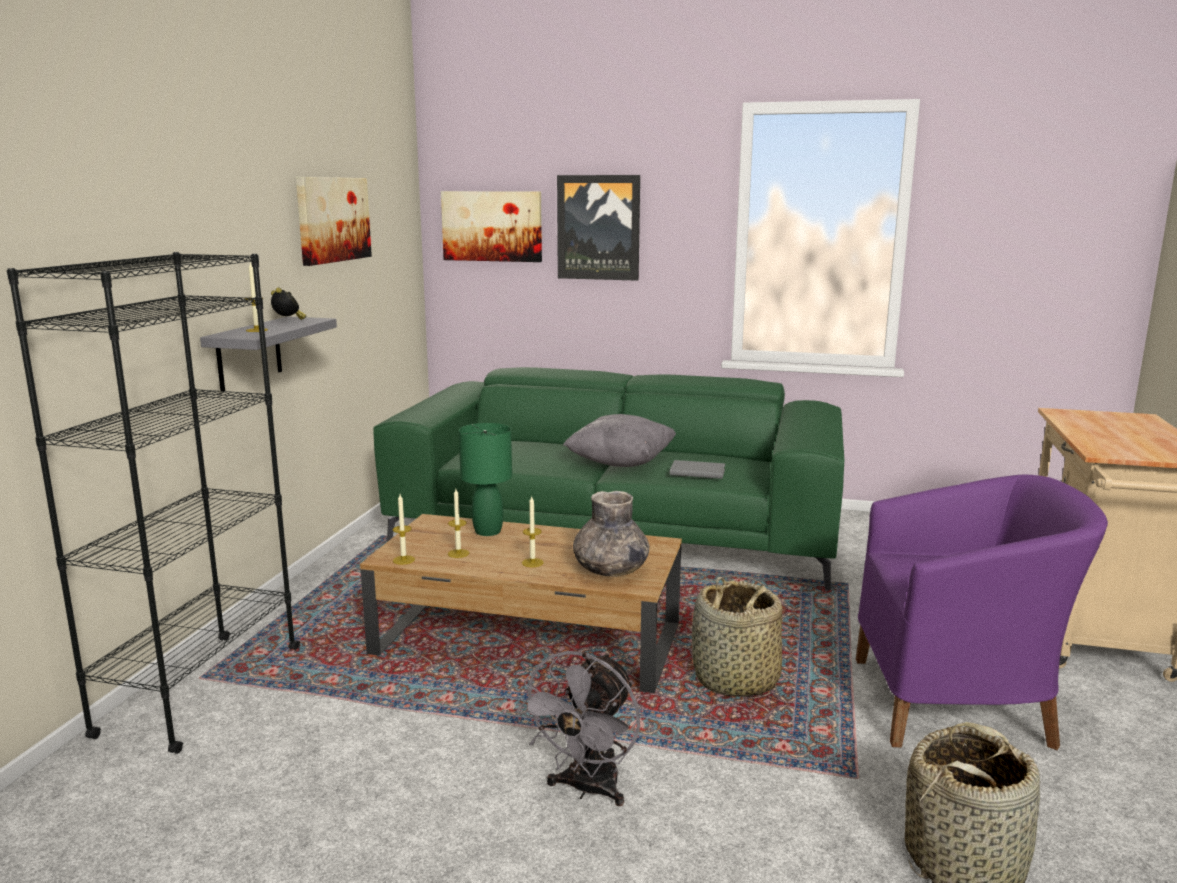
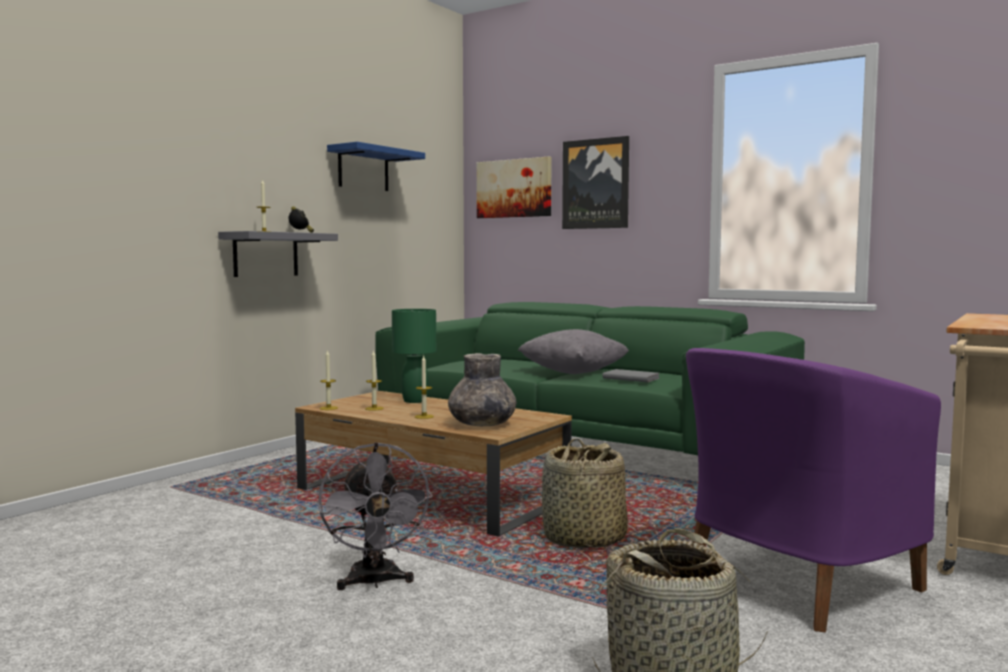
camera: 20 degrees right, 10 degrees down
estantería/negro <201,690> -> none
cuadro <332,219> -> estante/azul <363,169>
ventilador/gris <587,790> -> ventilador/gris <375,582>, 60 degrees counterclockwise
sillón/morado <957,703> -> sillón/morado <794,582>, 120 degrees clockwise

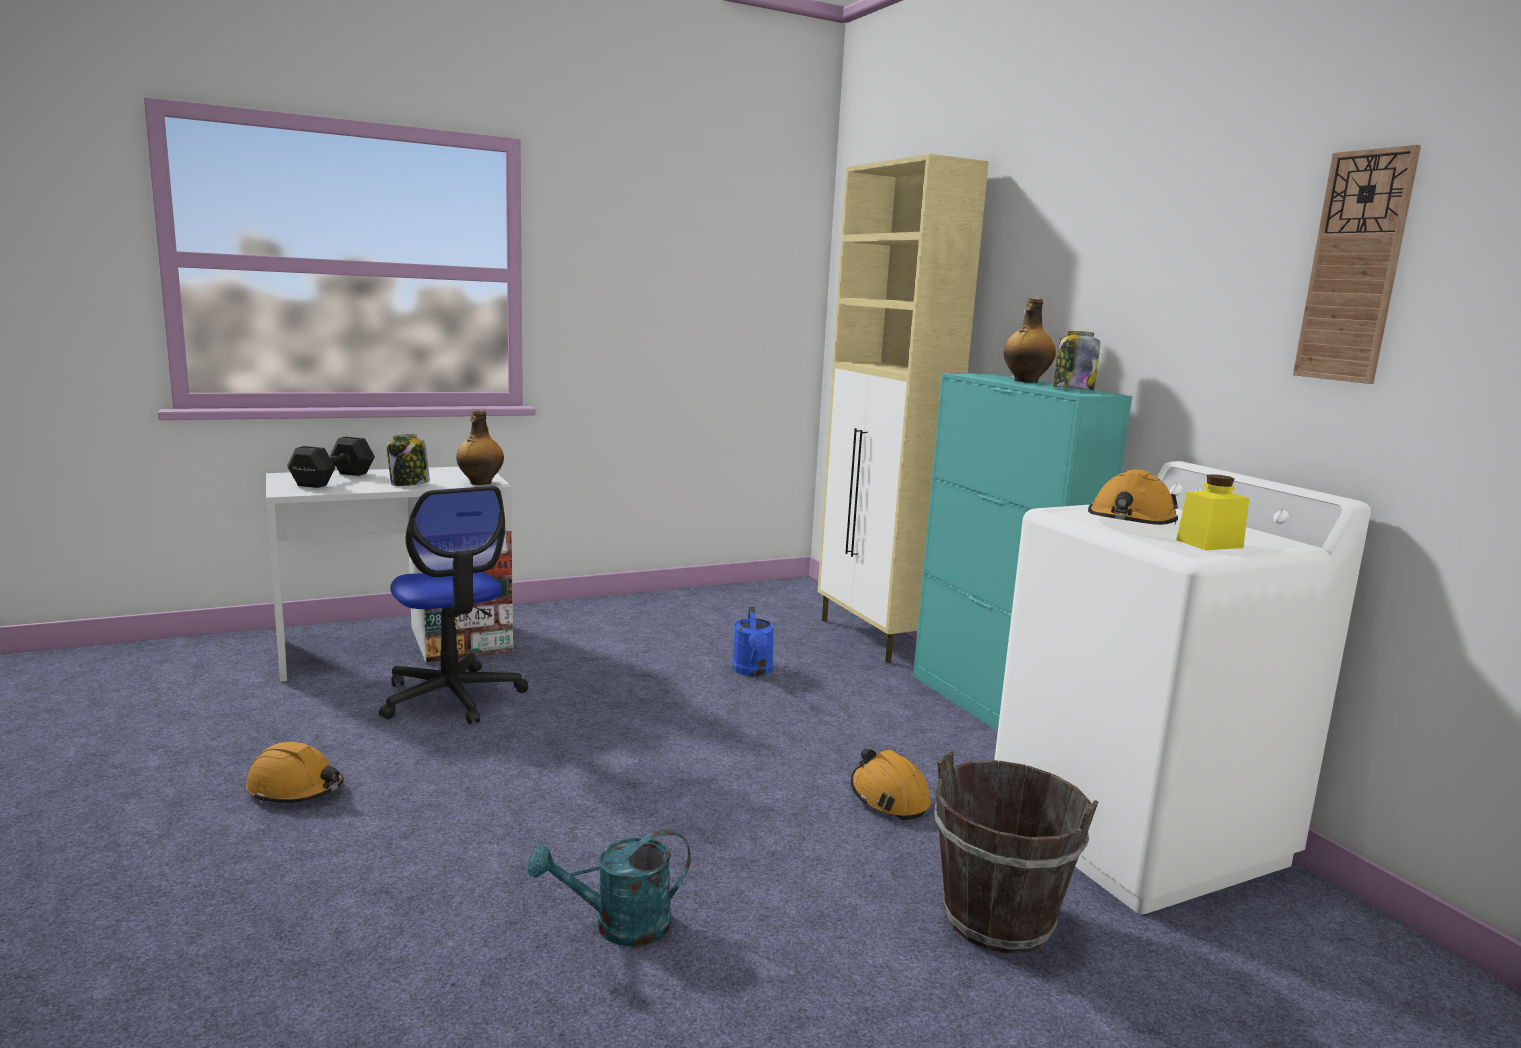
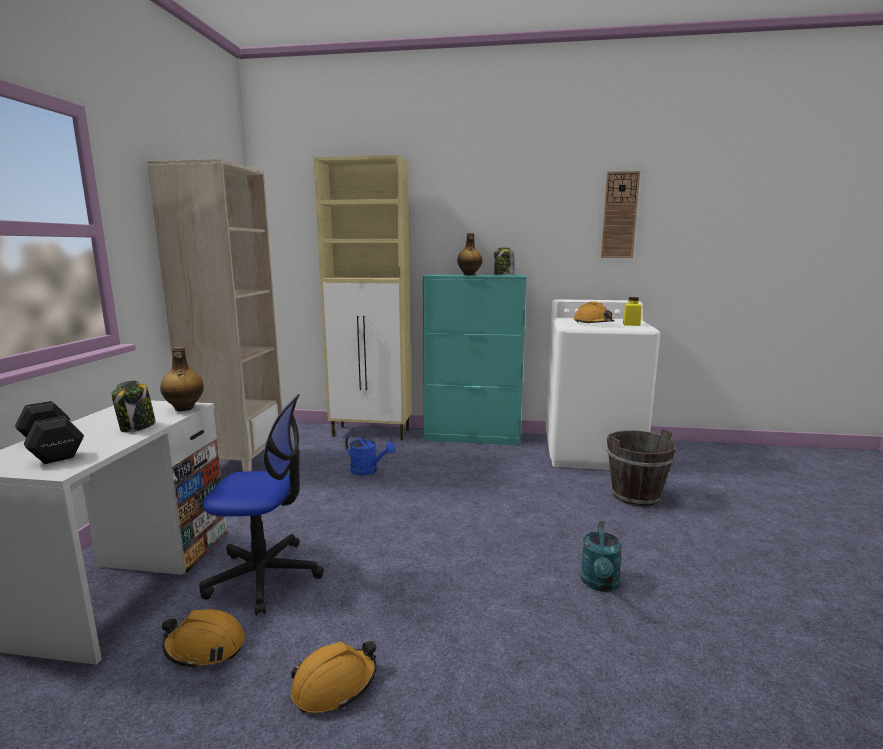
camera: 55 degrees left, 0 degrees up
casco/naranja <889,797> -> casco/naranja <205,647>, move
none -> estantería/beis <239,465>

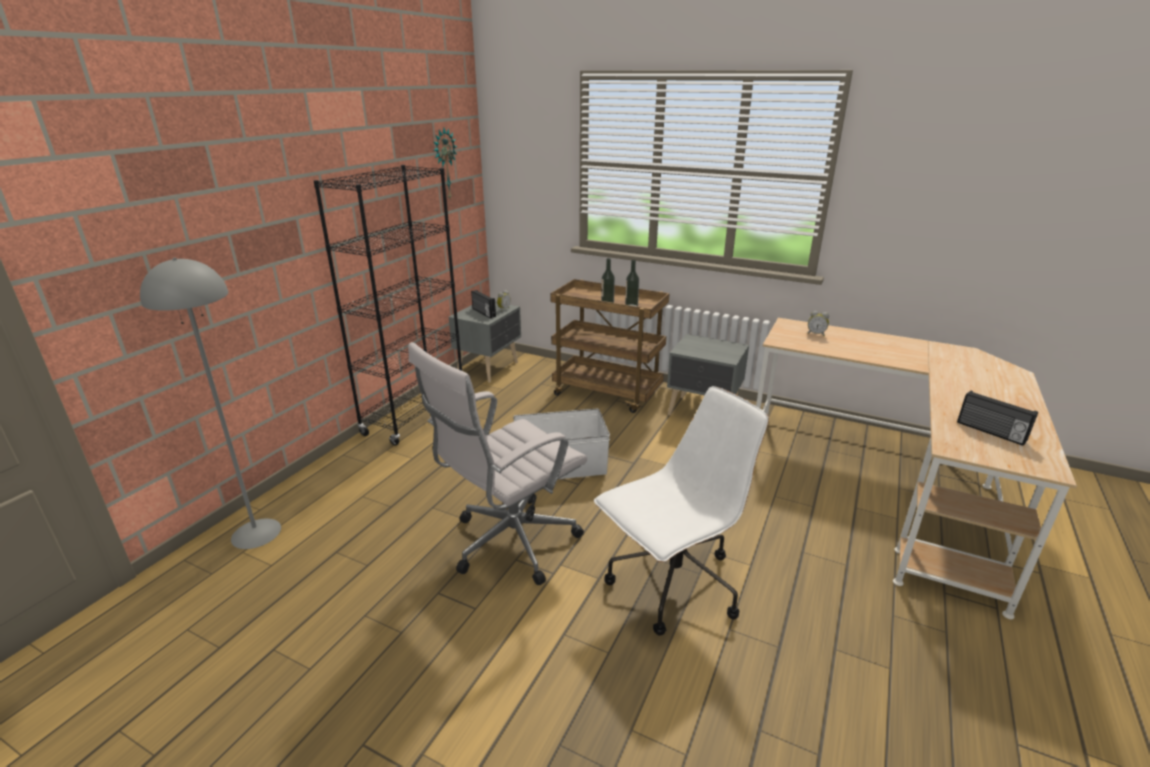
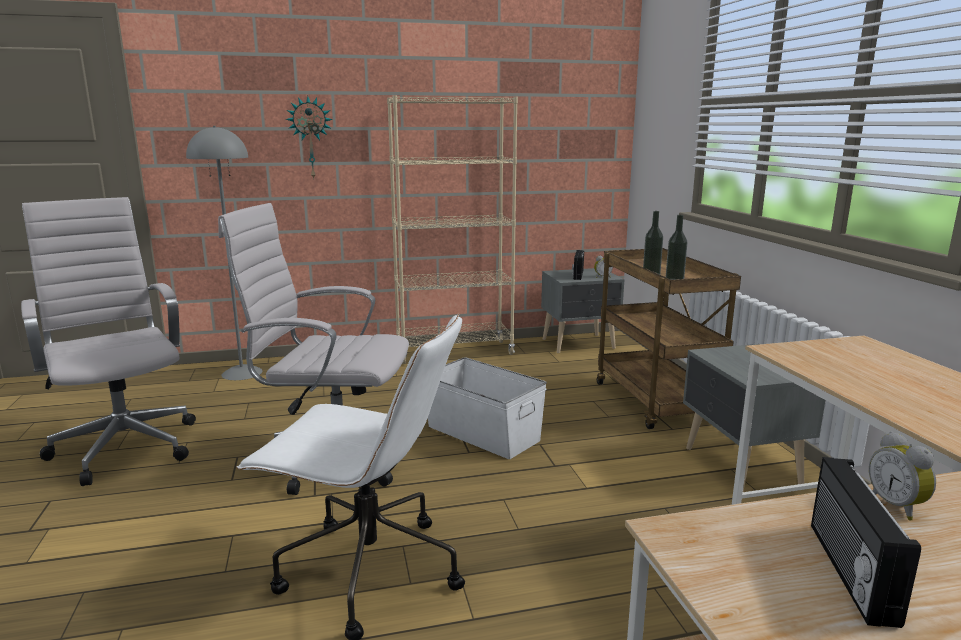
camera: 50 degrees right, 10 degrees down
estantería/negro <415,415> -> estantería/beis <454,352>
reloj de pared <444,164> -> reloj de pared <310,138>, move
despertador <816,334> -> despertador <897,506>, move
none -> silla de oficina/blanco <125,445>

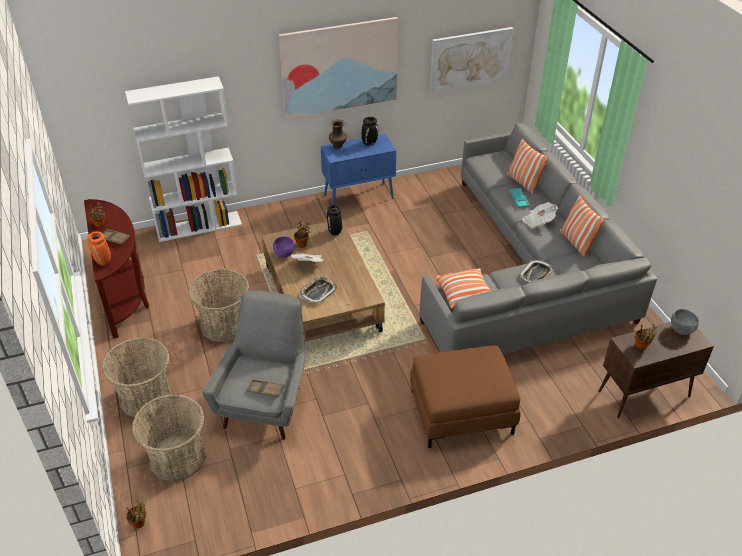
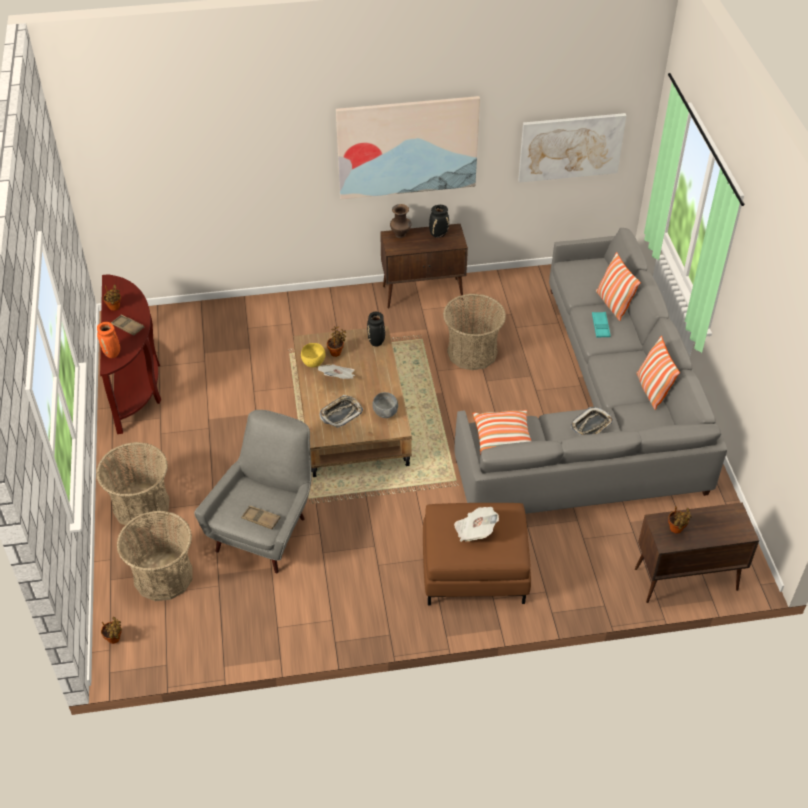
camera: 10 degrees right, 5 degrees up
estantería/blanco <199,226> -> none
cesta <224,324> -> cesta <472,352>, move
cuenco/morado <284,254> -> cuenco/amarillo <313,363>
armario/azul <359,197> -> armario/marrón <423,293>
periódico <538,222> -> periódico <475,531>, move
cuenco/gris <681,330> -> cuenco/gris <385,413>, move

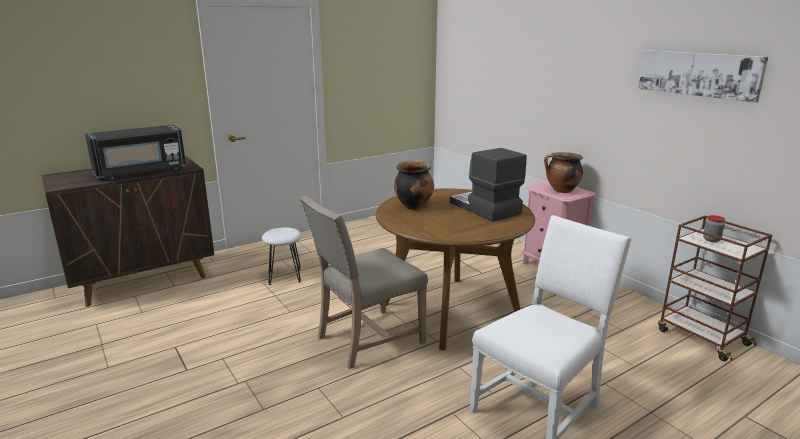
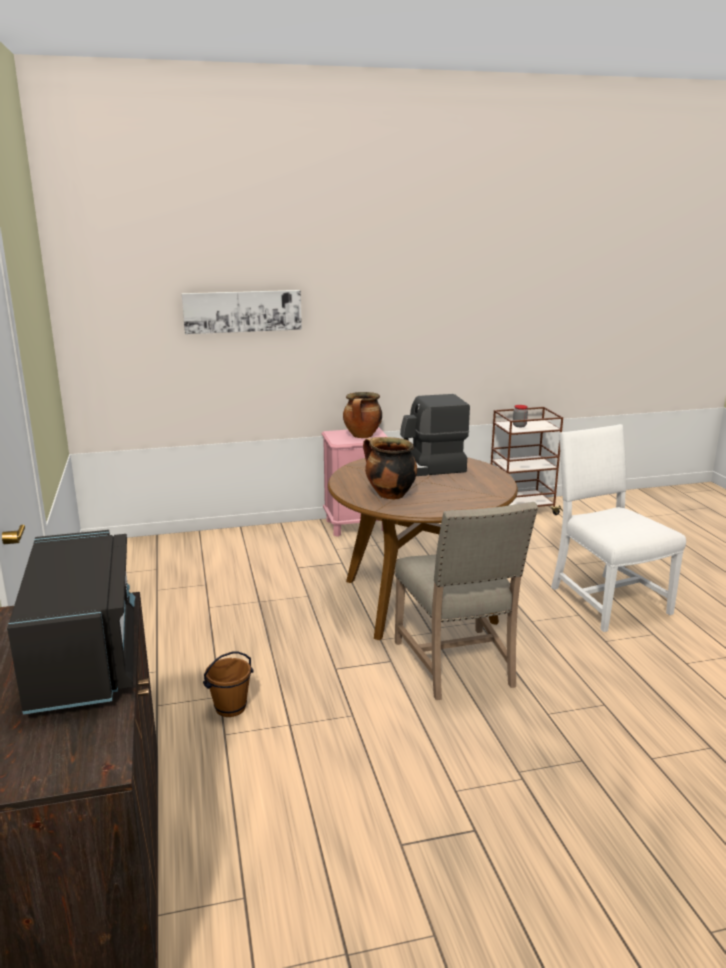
camera: 70 degrees left, 0 degrees up
taburete/blanco <285,276> -> cubo/marrón <230,707>
cuadro <698,74> -> cuadro <242,311>, move

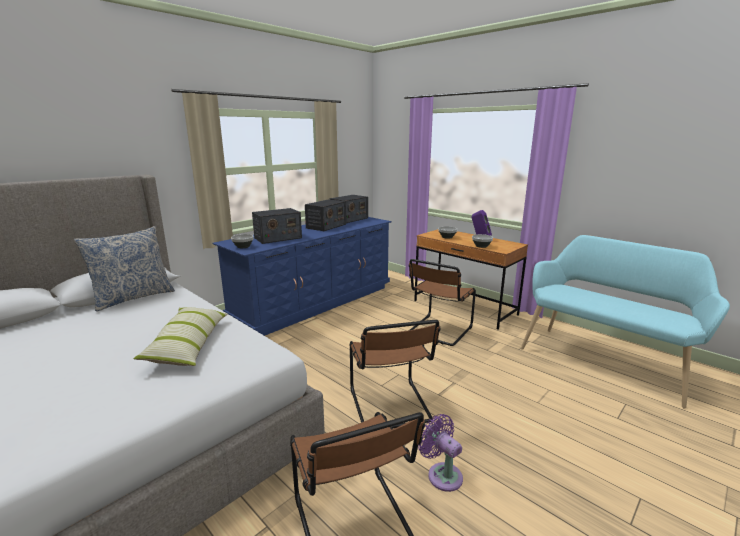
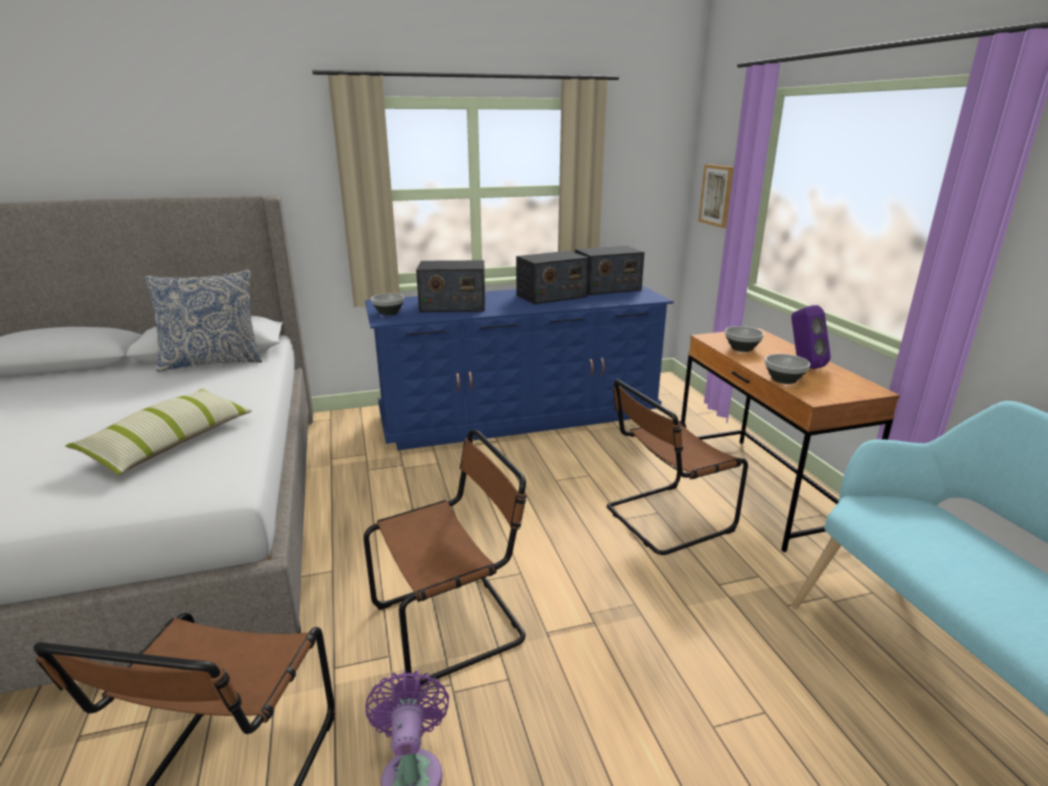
camera: 30 degrees right, 5 degrees up
silla/marrón <390,407> -> silla/marrón <454,623>, 135 degrees counterclockwise
none -> cuadro <717,195>

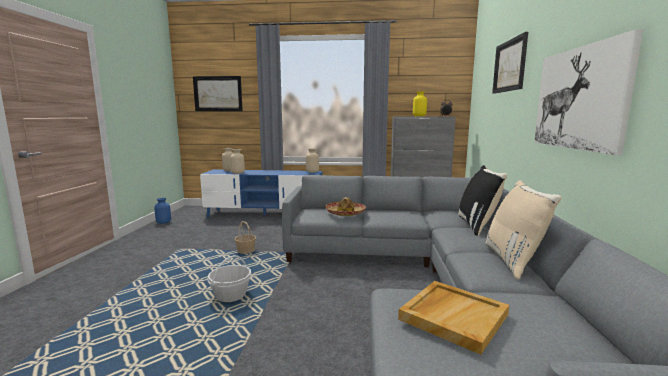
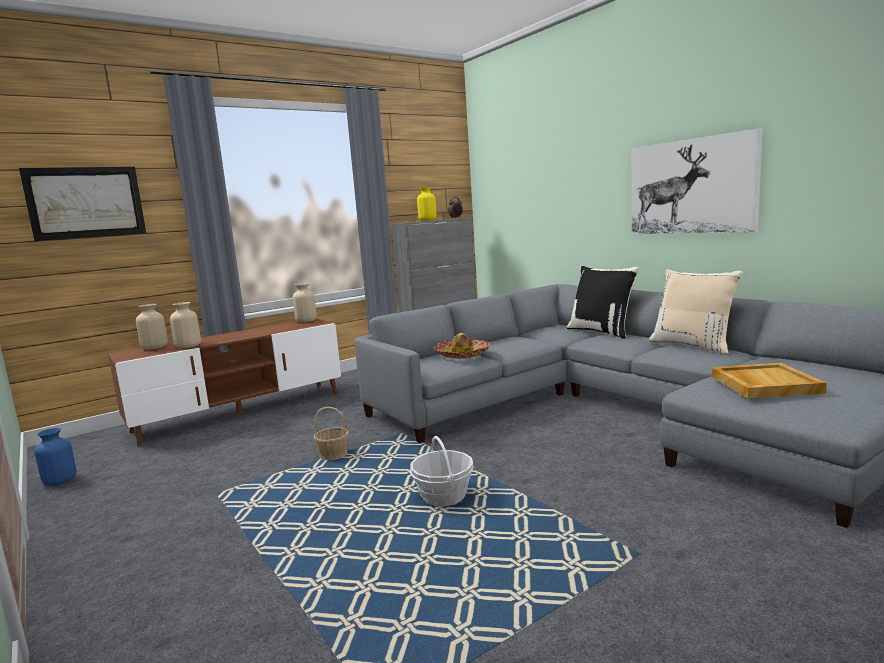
camera: 40 degrees left, 0 degrees up
mueble de televisión/azul <264,215> -> mueble de televisión/marrón <240,412>
cuadro <509,66> -> none

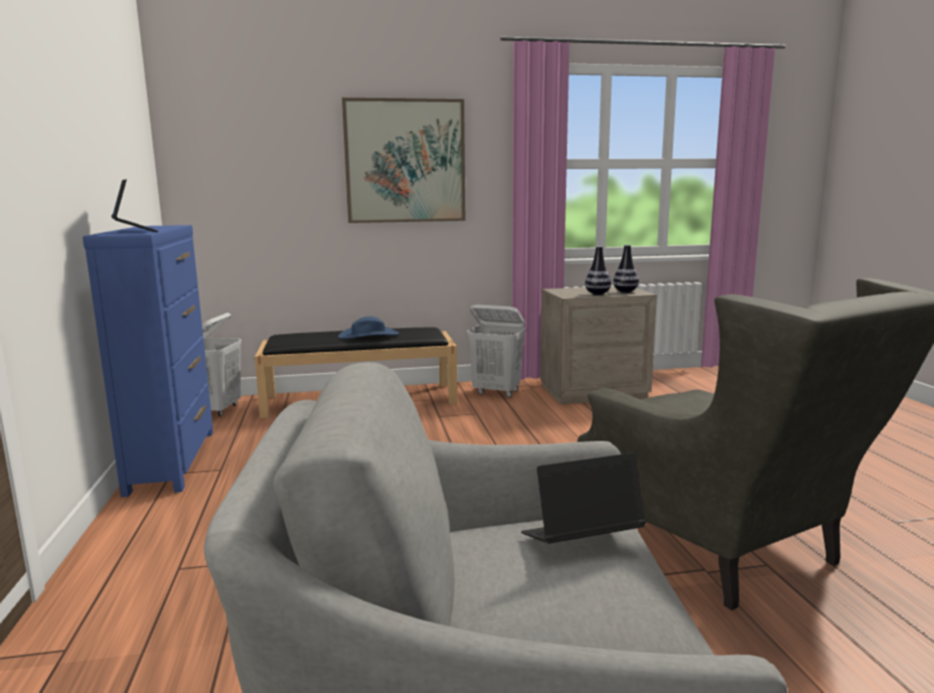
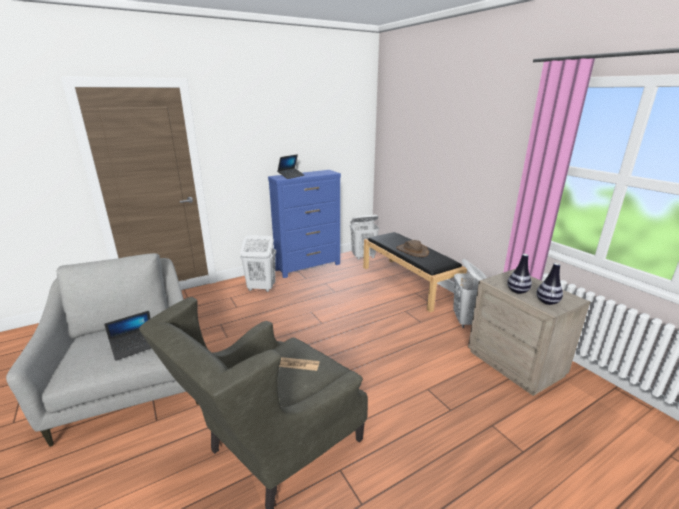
camera: 70 degrees right, 10 degrees up
sombrero/azul <369,335> -> sombrero/marrón <412,251>
cuadro <405,161> -> none
portátil <580,540> -> portátil <135,346>, 90 degrees clockwise
none -> cesto de la ropa/blanco <261,288>
none -> periódico <297,364>

